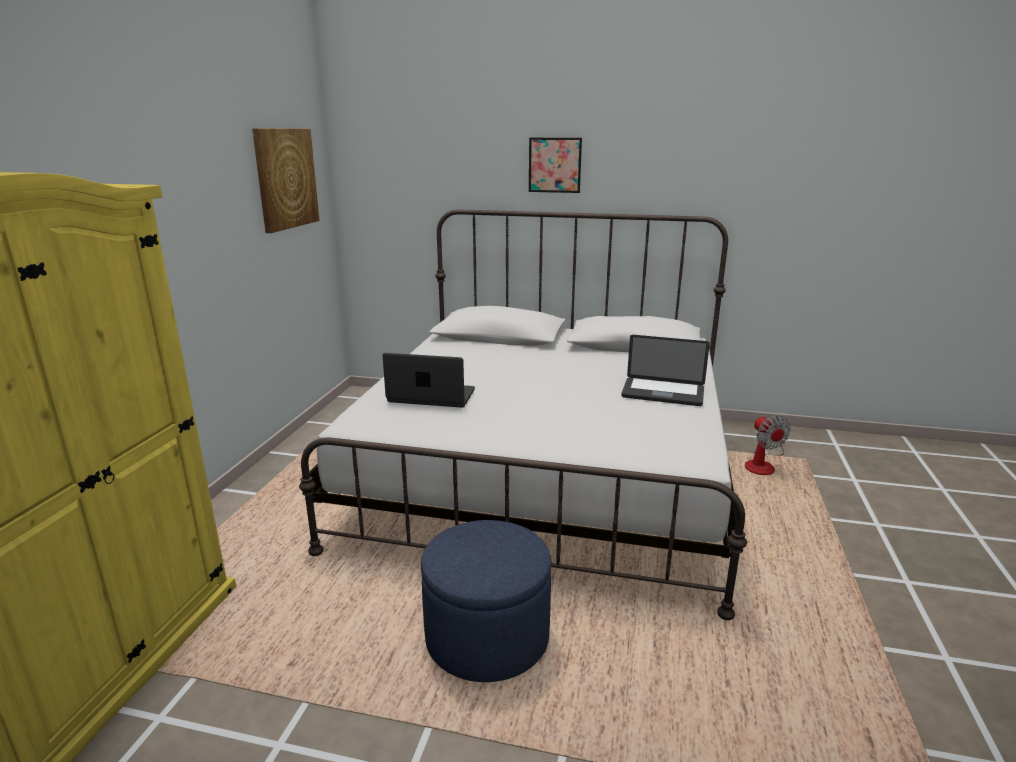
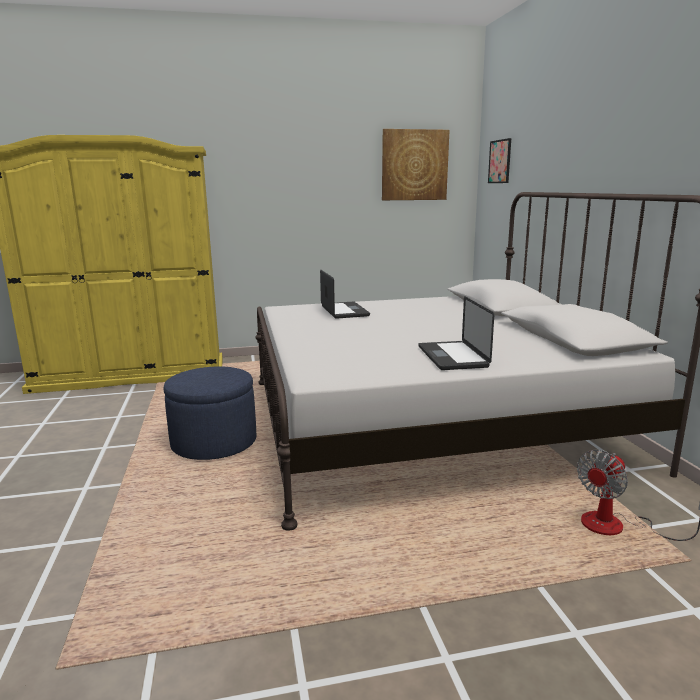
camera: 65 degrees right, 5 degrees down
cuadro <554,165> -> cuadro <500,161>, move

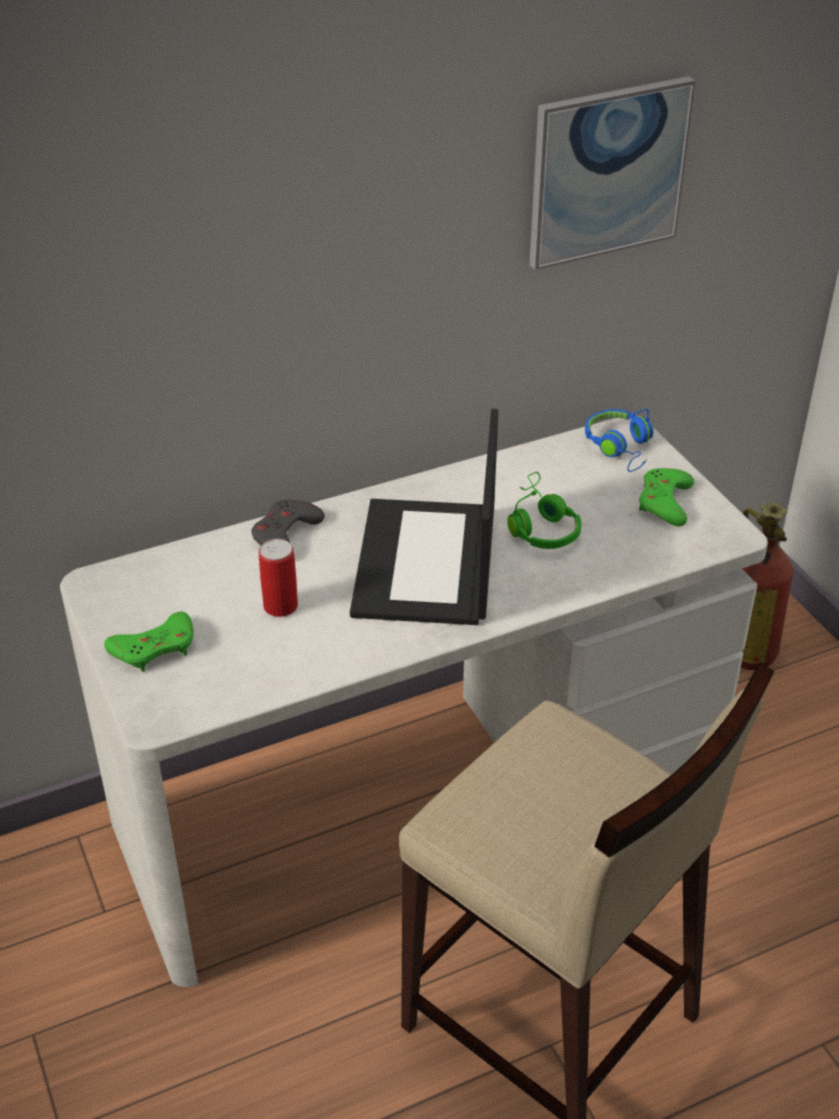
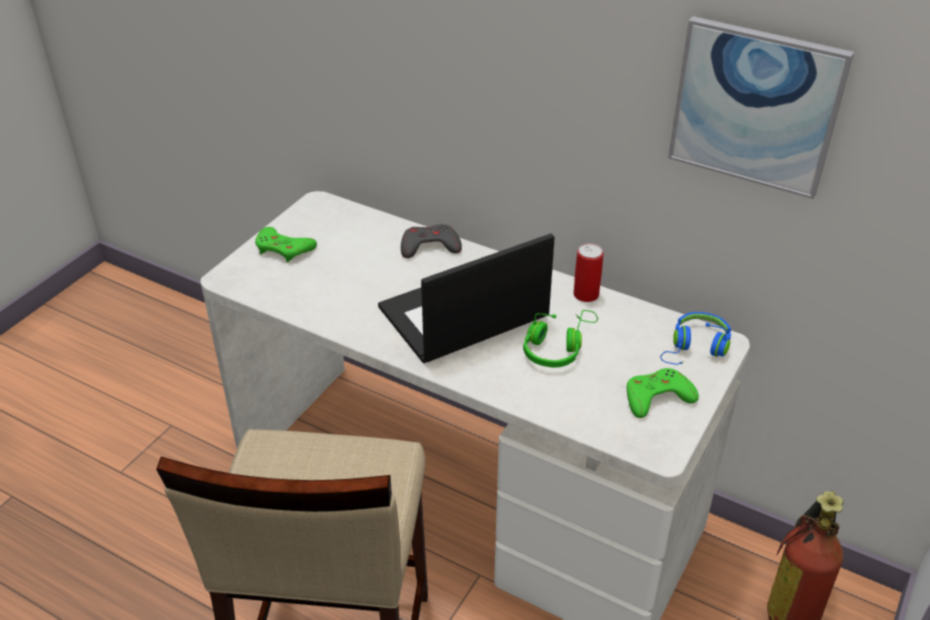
camera: 55 degrees right, 0 degrees up
lata <280,606> -> lata <586,294>, move

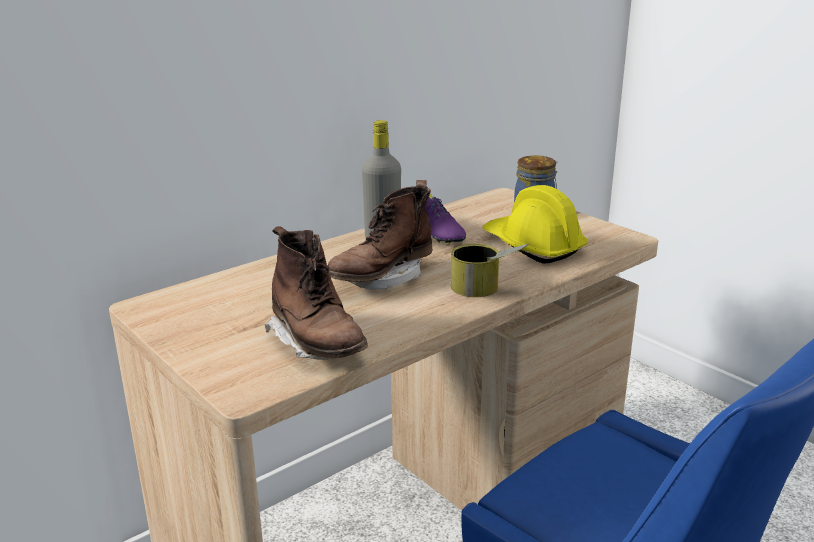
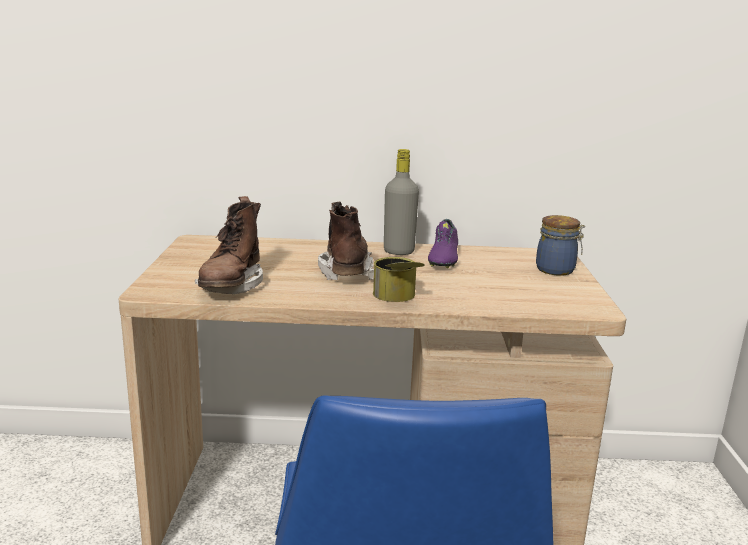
camera: 40 degrees right, 5 degrees down
bota/marrón <382,278> -> bota/marrón <346,270>, 90 degrees clockwise
casco/amarillo <532,246> -> none

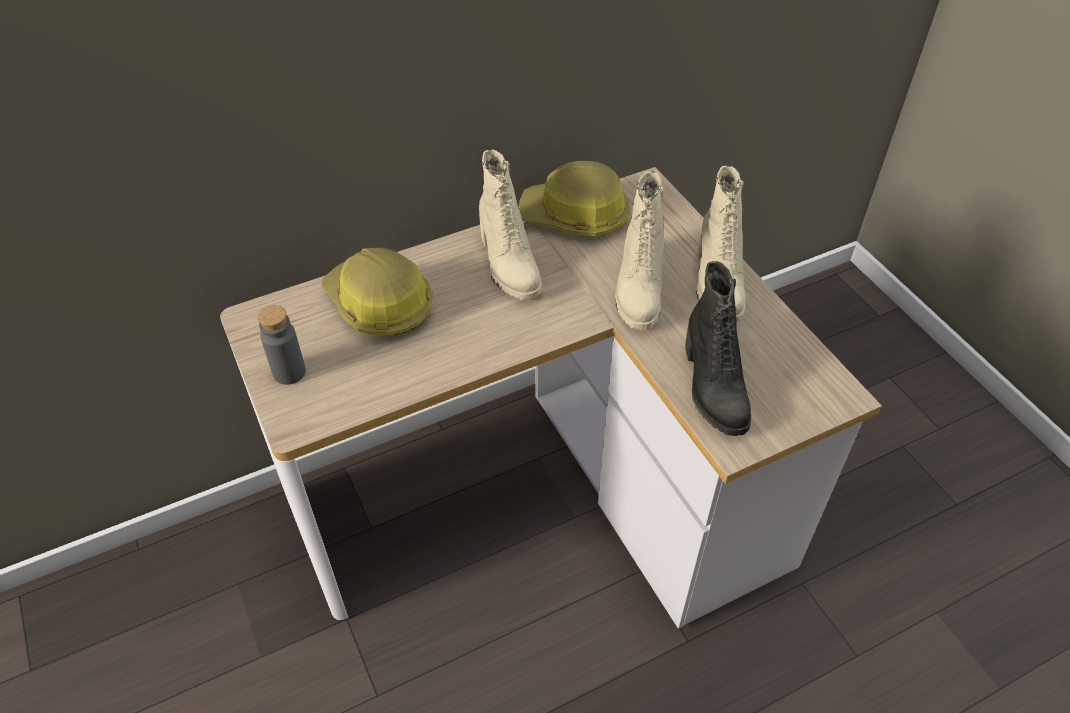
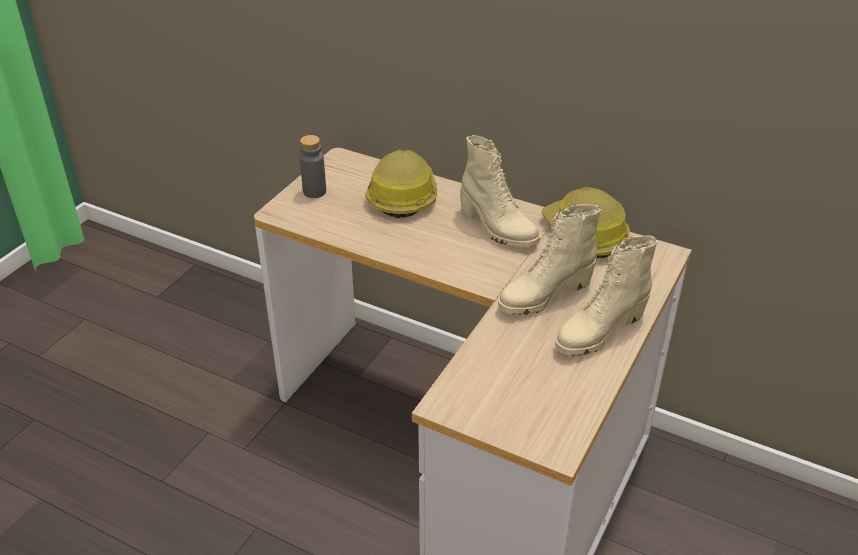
camera: 55 degrees right, 10 degrees down
bota/beis <507,265> -> bota/beis <497,228>, 75 degrees counterclockwise
bota/negro <712,388> -> none

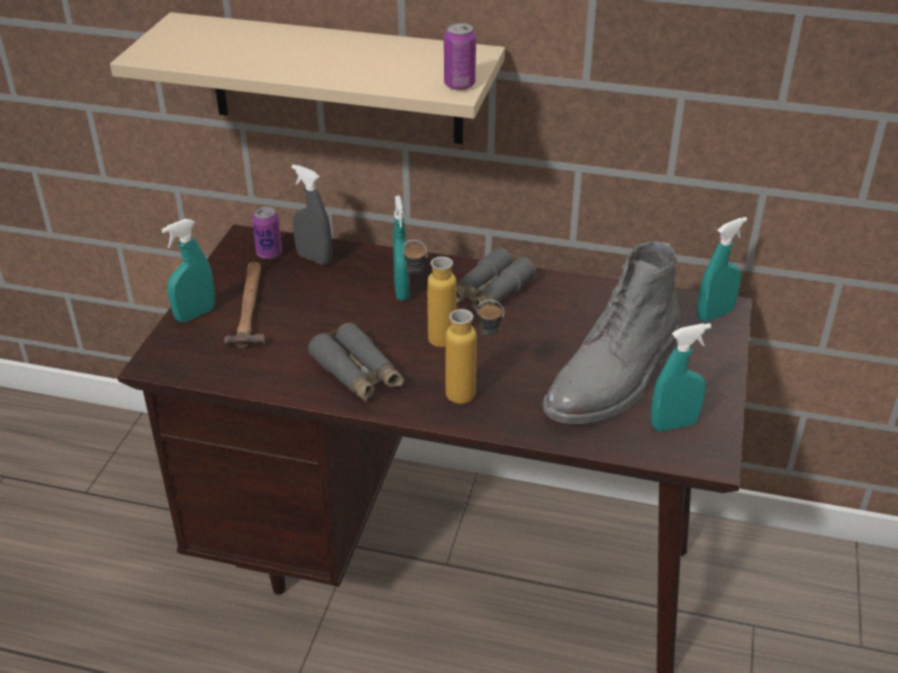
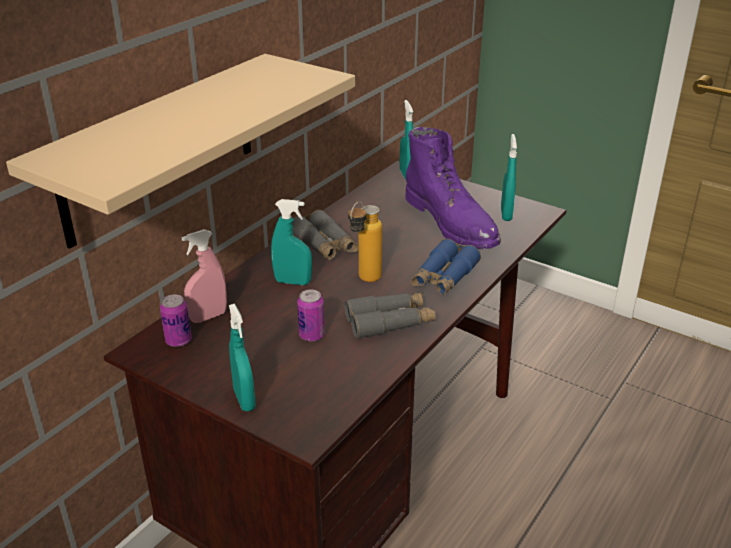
camera: 70 degrees left, 5 degrees down
martillo <250,307> -> none
pulverizador/gris <314,258> -> pulverizador/rosa <208,317>
lata <459,85> -> lata <312,335>, move
botella <473,397> -> prismáticos/azul <444,277>
bota/gris <614,379> -> bota/morado <453,222>

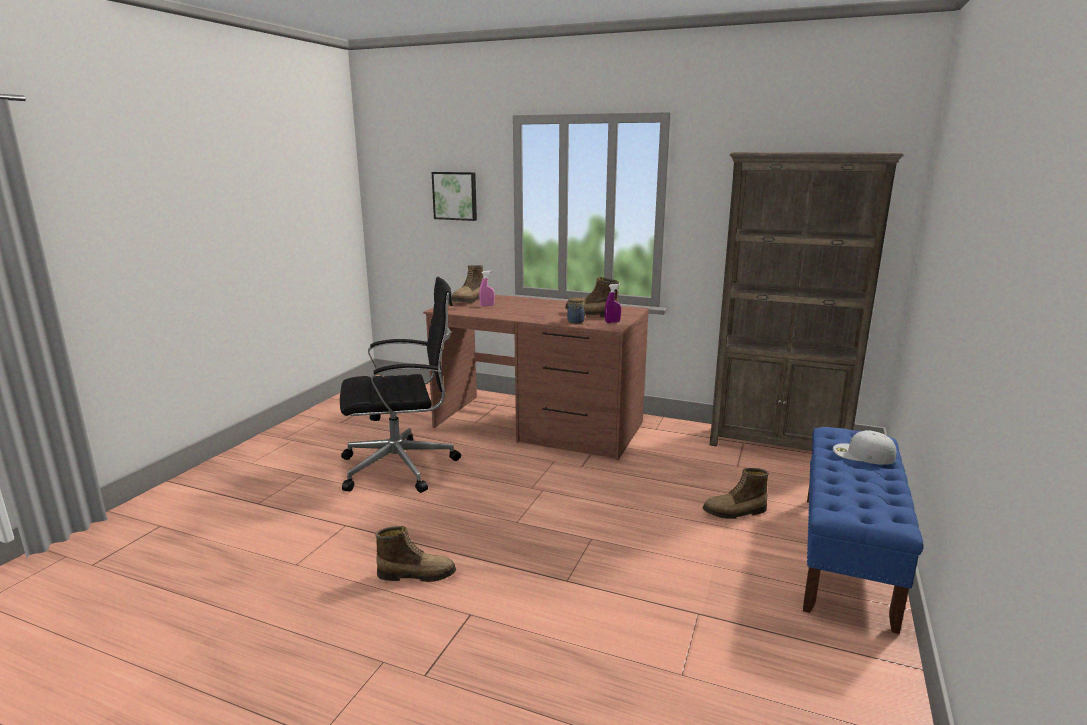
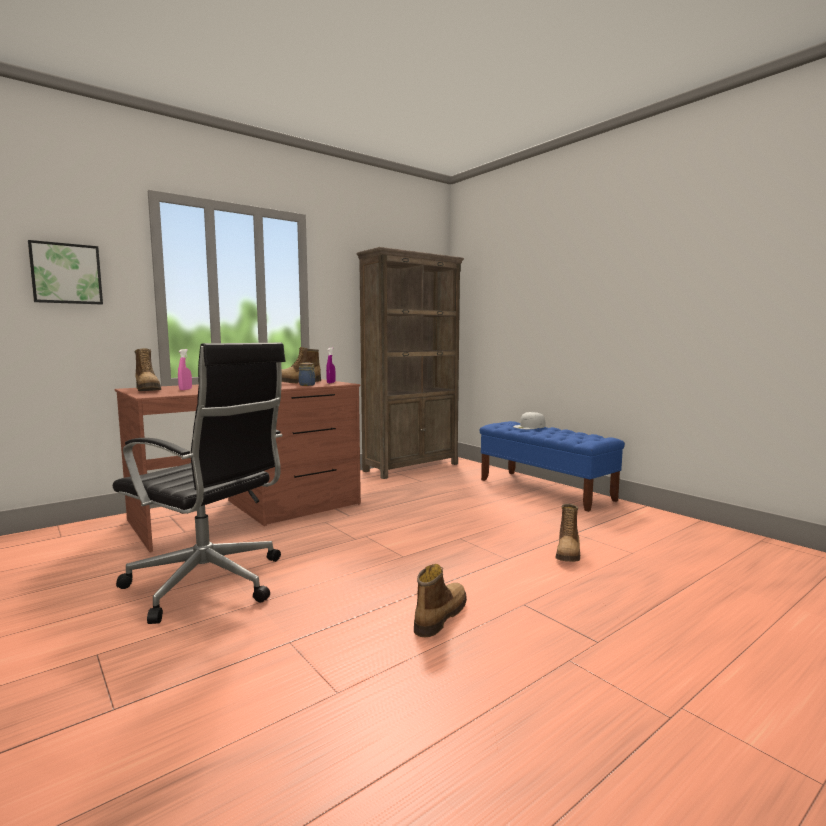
camera: 60 degrees left, 10 degrees down
silla de oficina/negro <402,466> -> silla de oficina/negro <209,584>, 105 degrees clockwise
bota <735,512> -> bota <568,553>, move

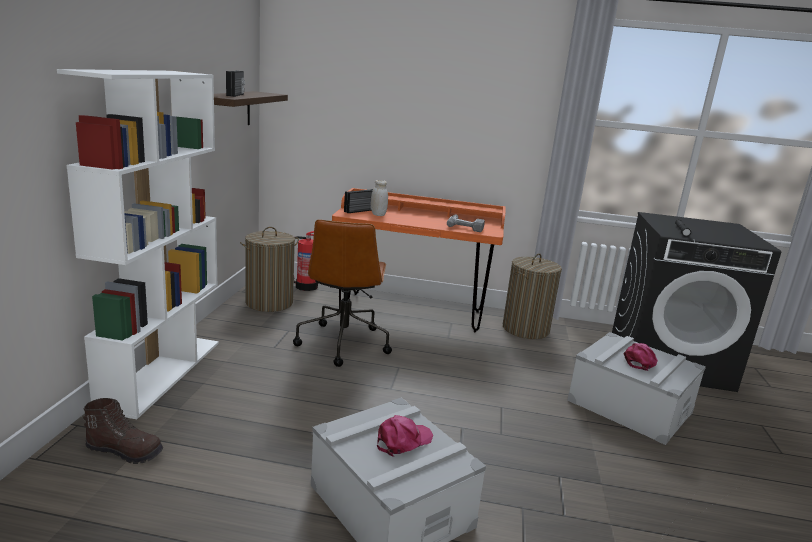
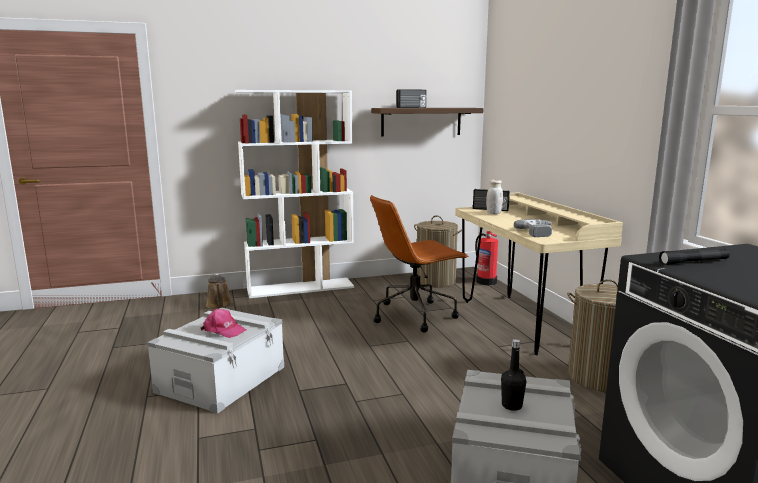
camera: 65 degrees right, 5 degrees down
bota/marrón <125,451> -> regadera/marrón <219,305>
escritorio/naranja <412,311> -> escritorio/beis <521,322>
gorra/rosa <640,361> -> botella/negro <511,405>

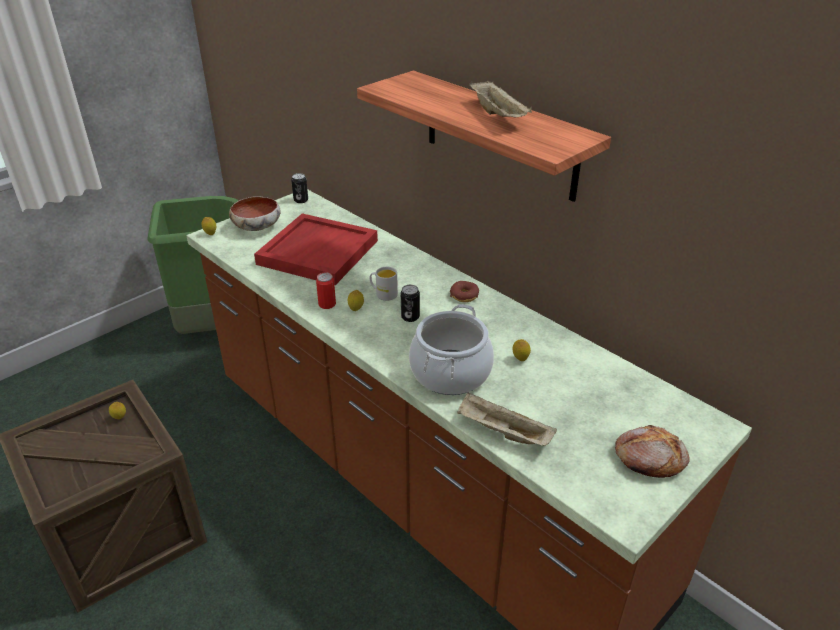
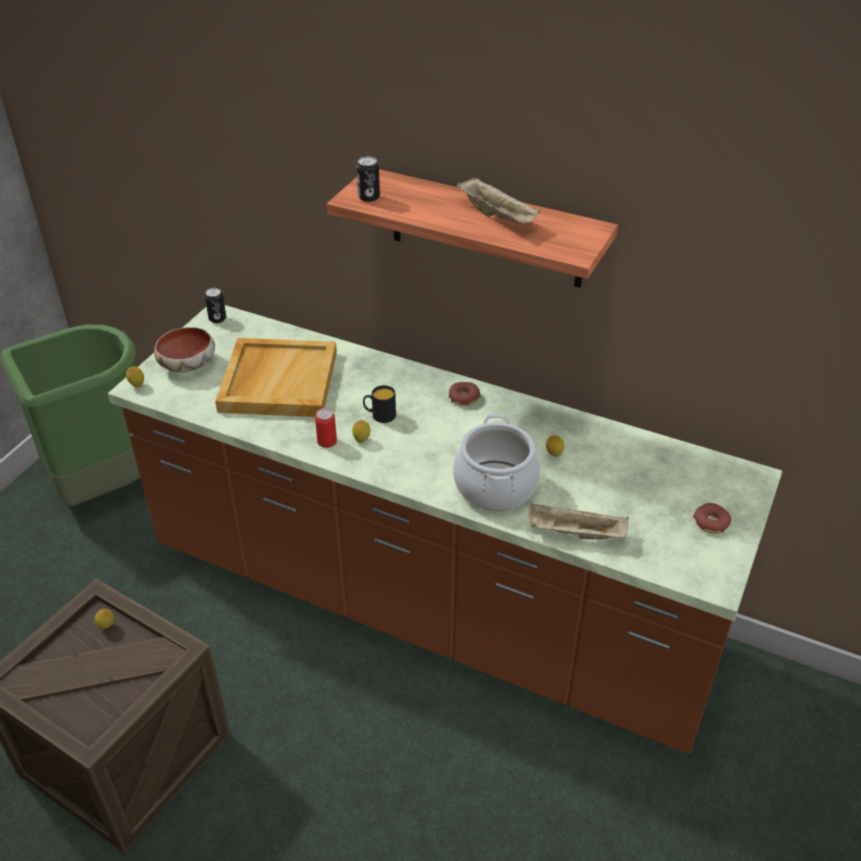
camera: 20 degrees left, 5 degrees up
bandeja/rojo <317,252> -> bandeja/beis <278,381>
taza grande/blanco <383,294> -> taza grande/negro <379,415>
lata <410,317> -> lata <369,197>, move
pan <649,458> -> rosquilla <711,523>

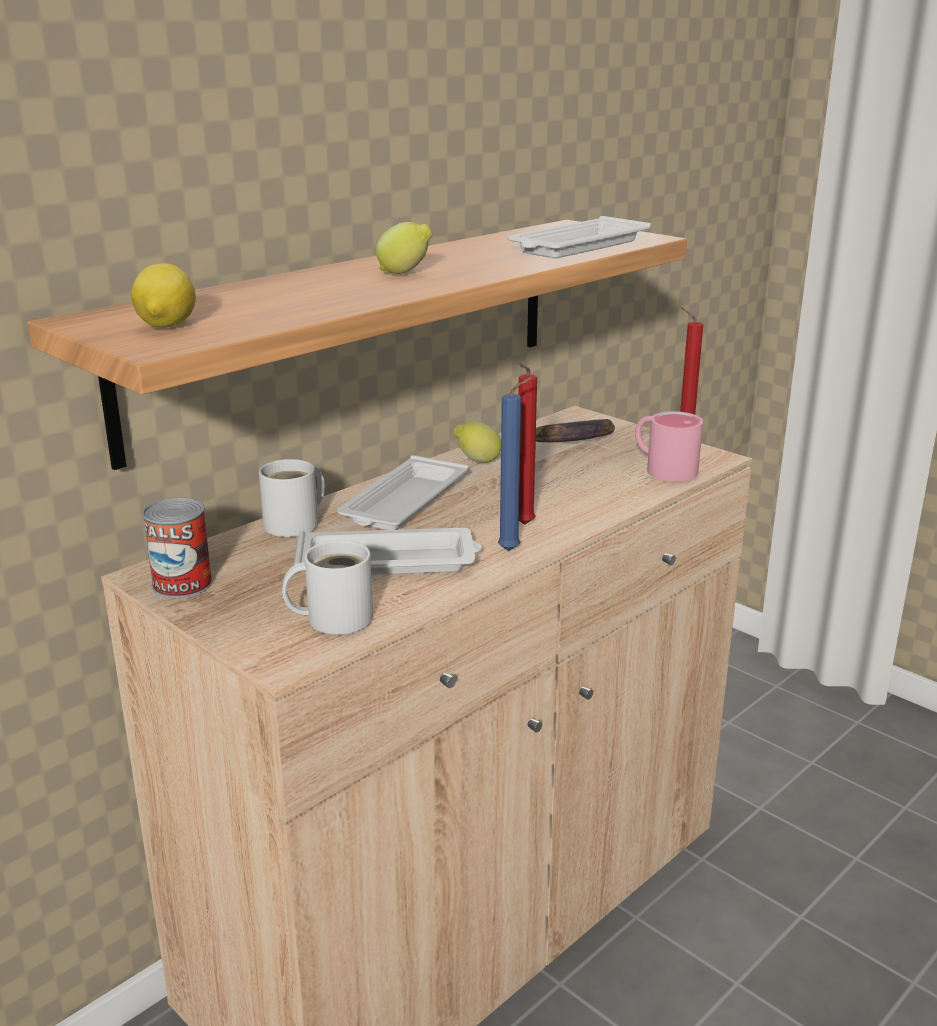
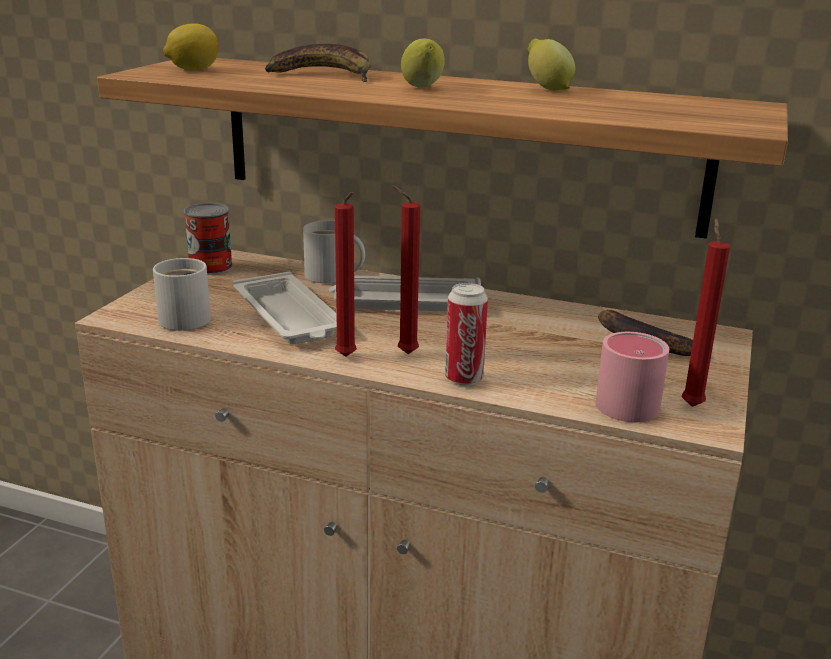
camera: 65 degrees right, 0 degrees up
limón <477,462> -> limón <547,89>, move
vela/azul <512,551> -> vela/rojo <347,358>
bandeja/blanco <577,247> -> none
none -> plátano <323,75>
none -> lata <464,378>

